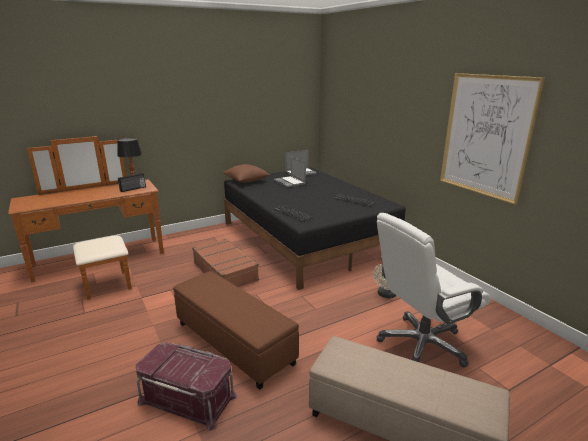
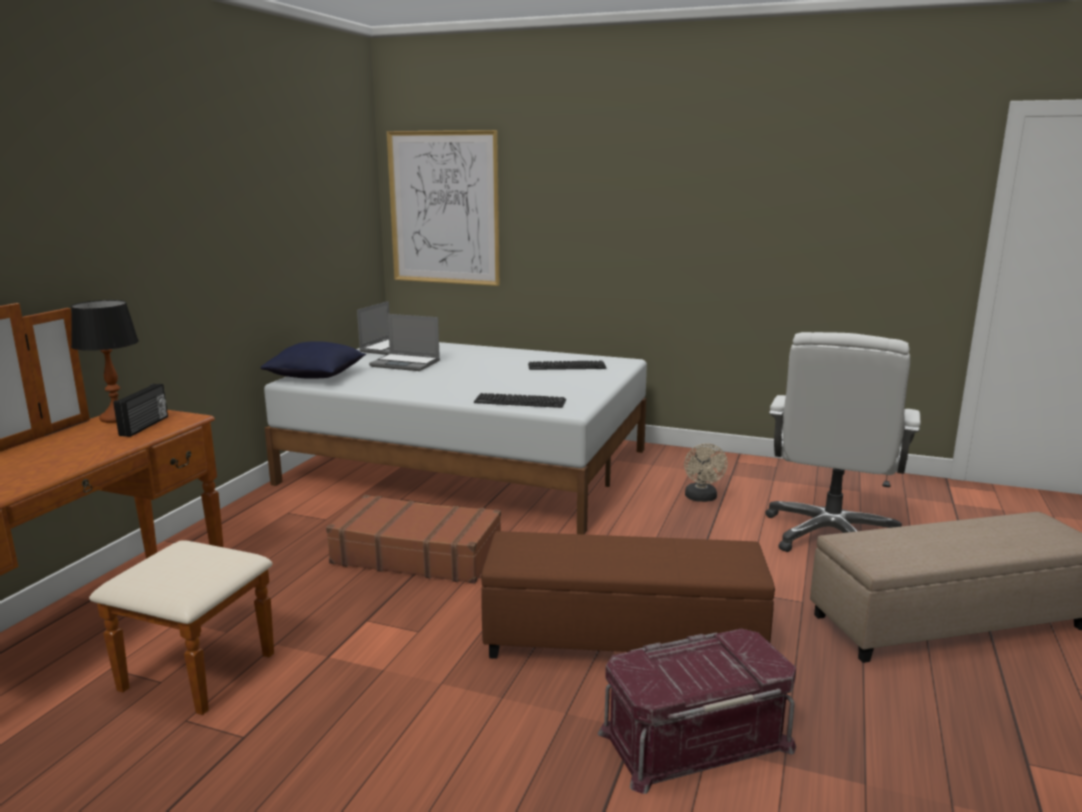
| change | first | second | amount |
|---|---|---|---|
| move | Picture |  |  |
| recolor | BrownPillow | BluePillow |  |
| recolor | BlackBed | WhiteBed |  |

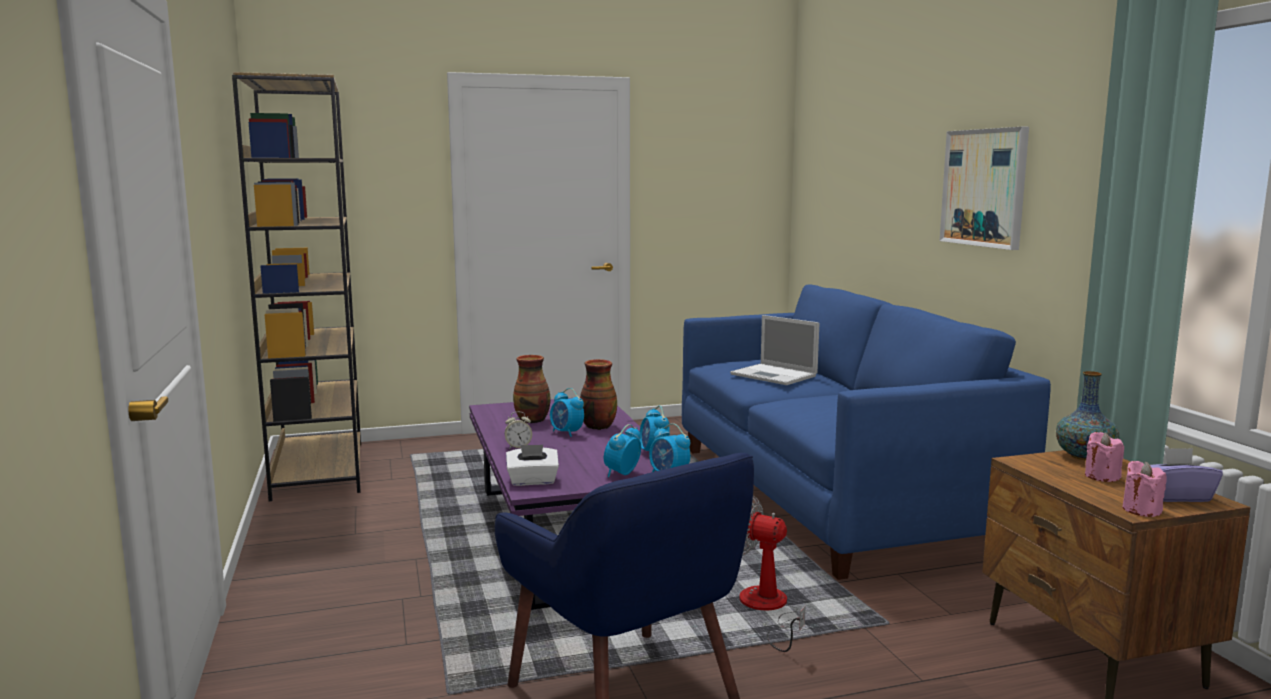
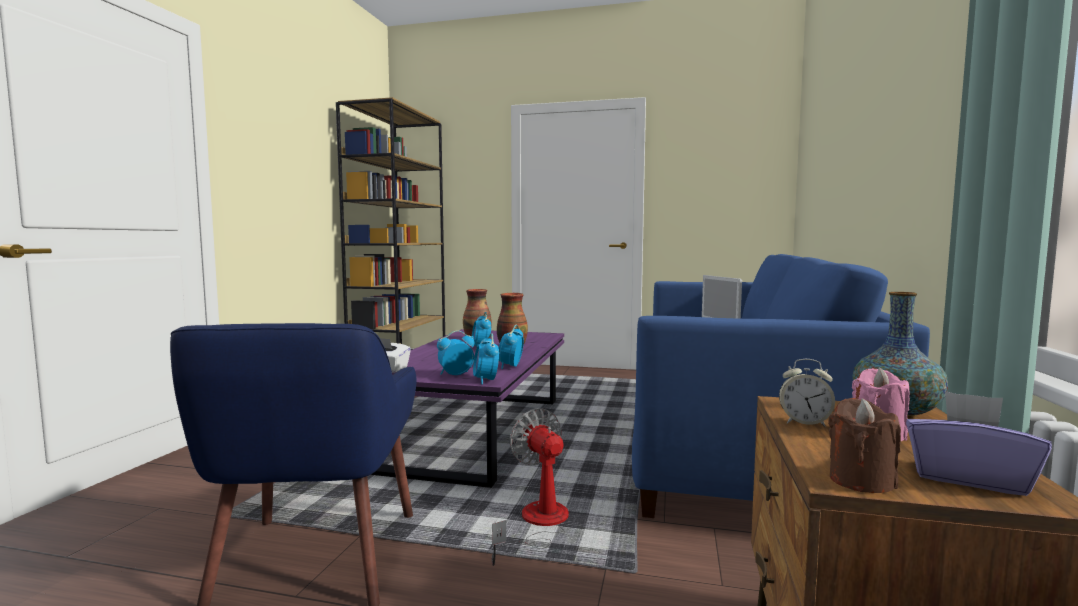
| change | first | second | amount |
|---|---|---|---|
| delete | Picture |  |  |
| move | AlarmClock (1st from left in the first image) | AlarmClock (5th from left) |  |
| recolor | PinkCandle (2nd from left) | BrownCandle |  |

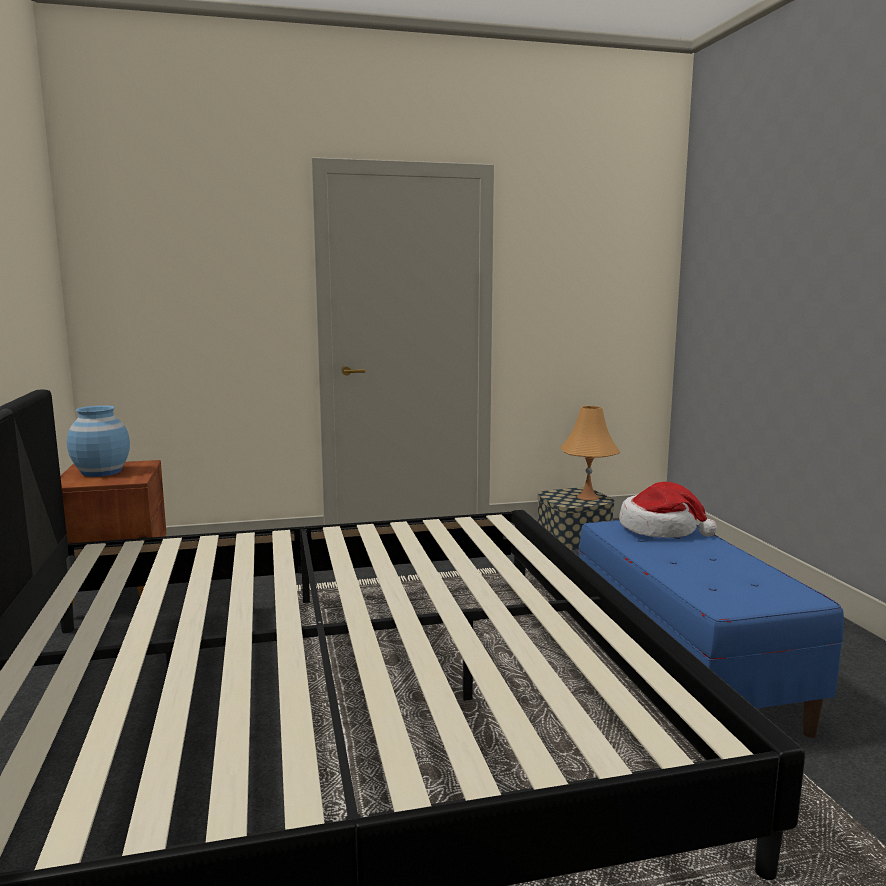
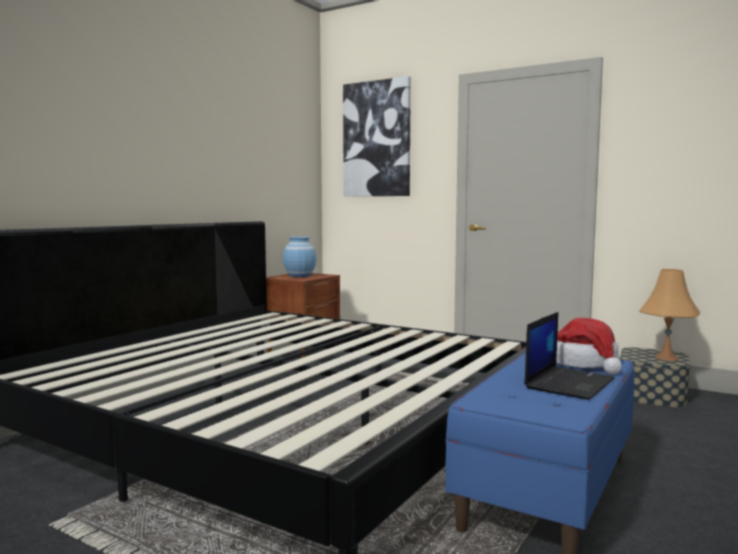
| change | first | second | amount |
|---|---|---|---|
| insert |  | Picture |  |
| insert |  | Laptop |  |

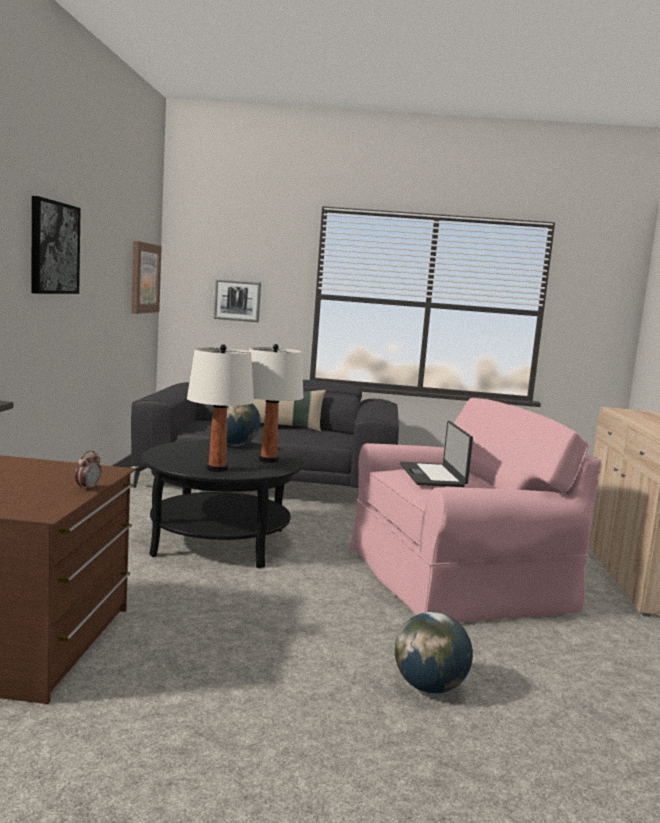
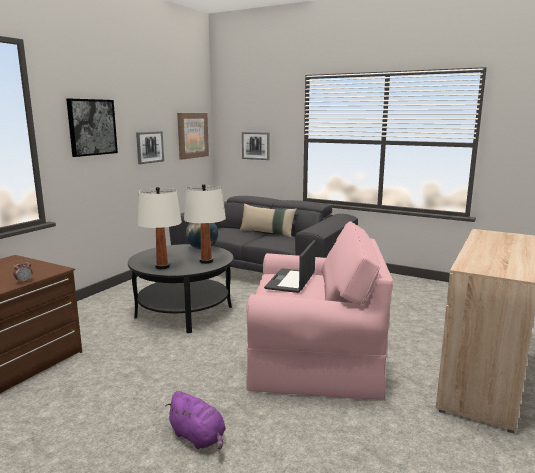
| change | first | second | amount |
|---|---|---|---|
| insert |  | Picture (2nd from left) |  |
| replace | Globe (2nd from left) | PurplePlushToy |  |

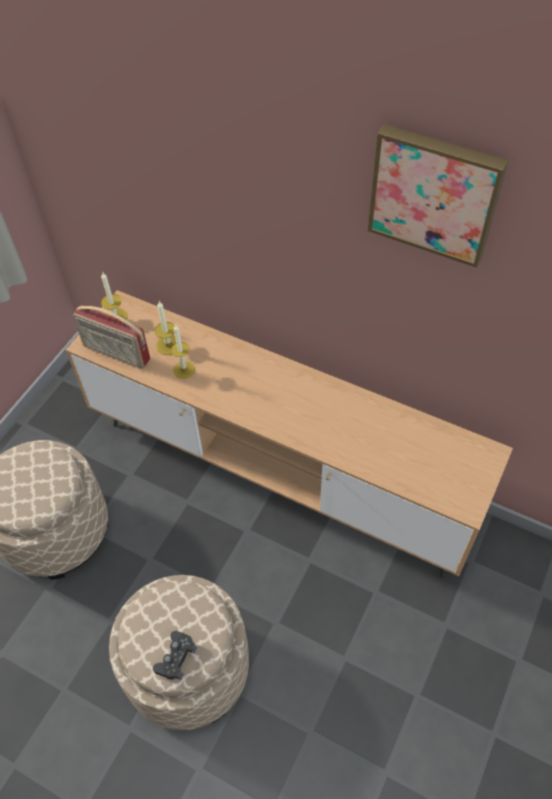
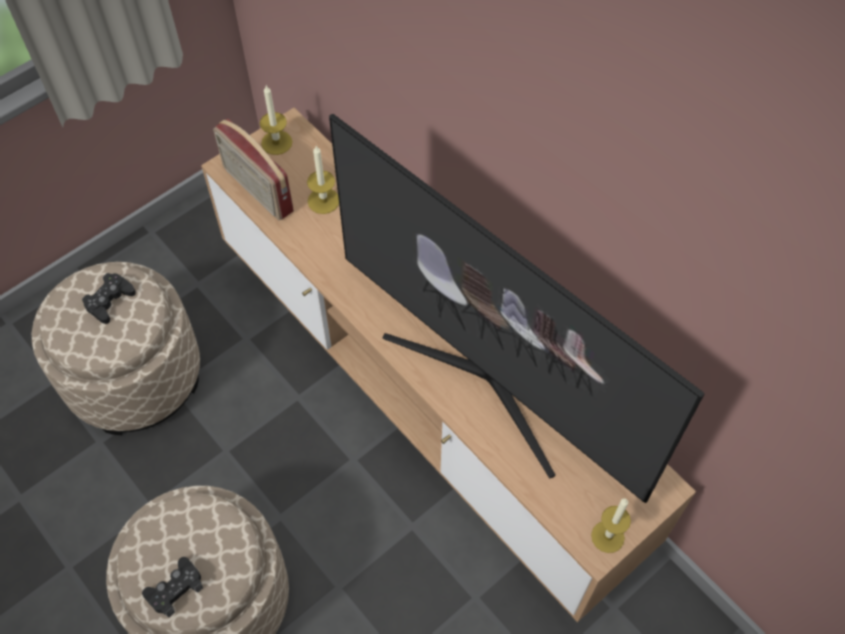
| change | first | second | amount |
|---|---|---|---|
| delete | Picture |  |  |
| insert |  | BlackGameController (1st from left) |  |
| insert |  | Television |  |
| move | Candle (3rd from left) |  |  |

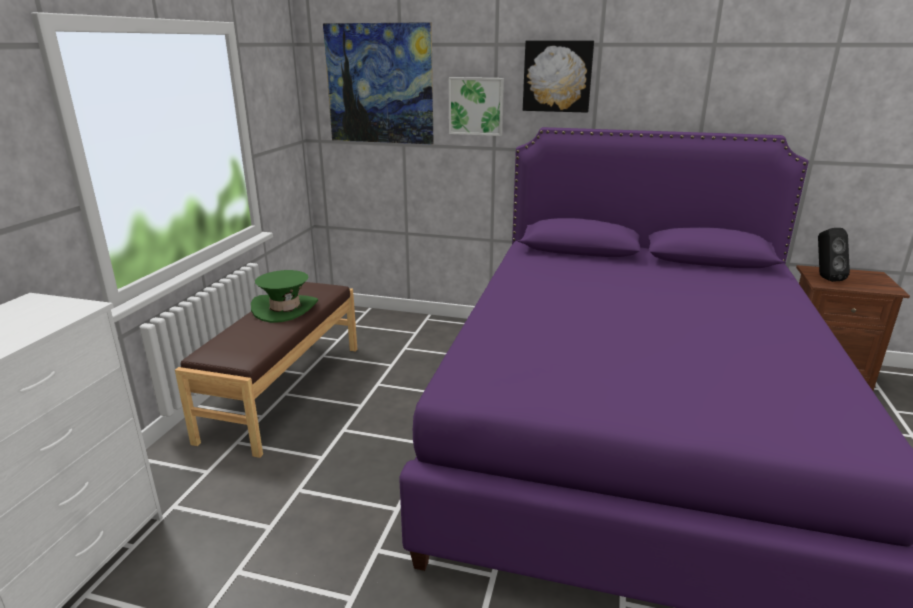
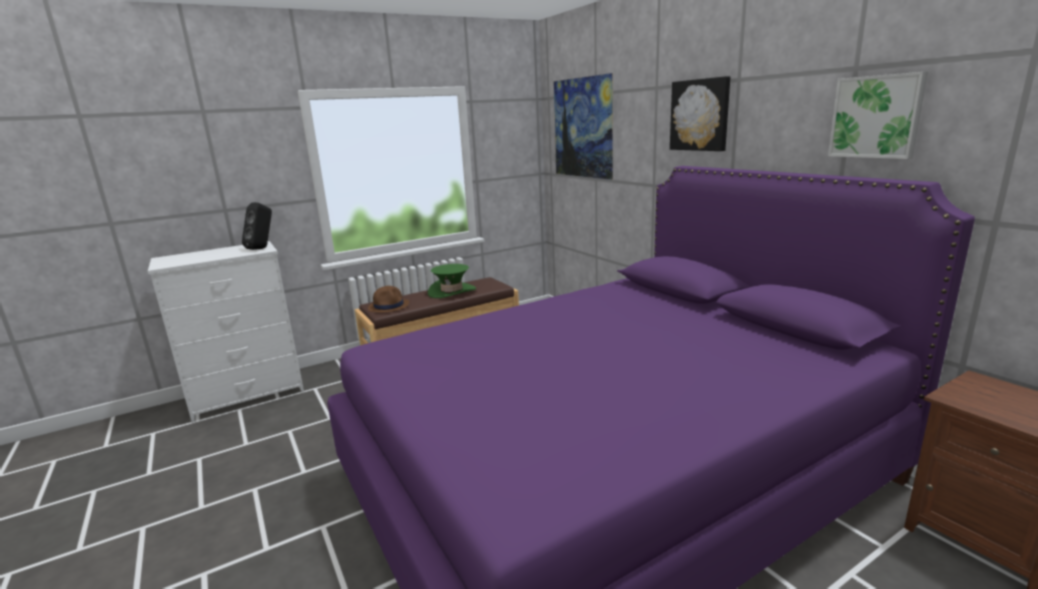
| change | first | second | amount |
|---|---|---|---|
| insert |  | BrownHat |  |
| move | Picture (2nd from left in the first image) | Picture (3rd from left) |  |
| move | BlackSpeaker |  |  |

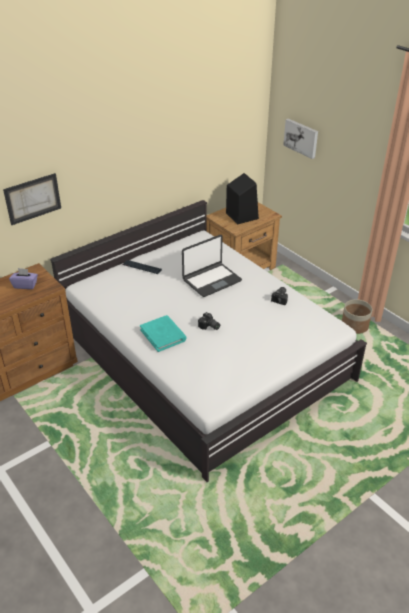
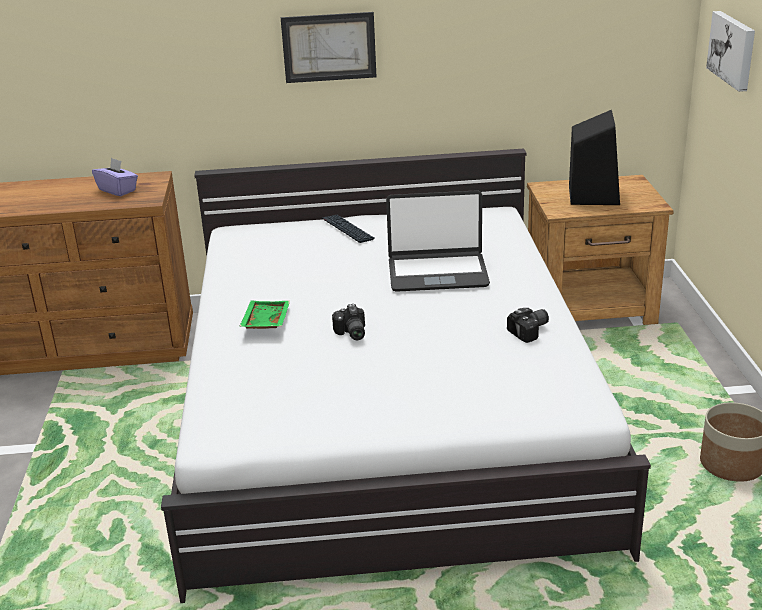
| change | first | second | amount |
|---|---|---|---|
| move | Picture (1st from left) |  |  |
| replace | TurquoiseBook | GreenTray |  |

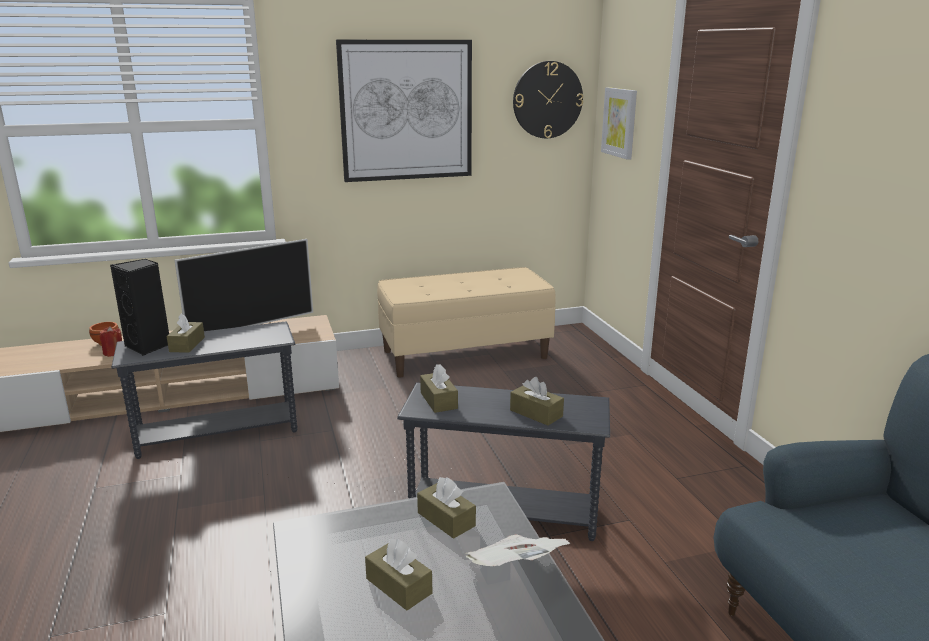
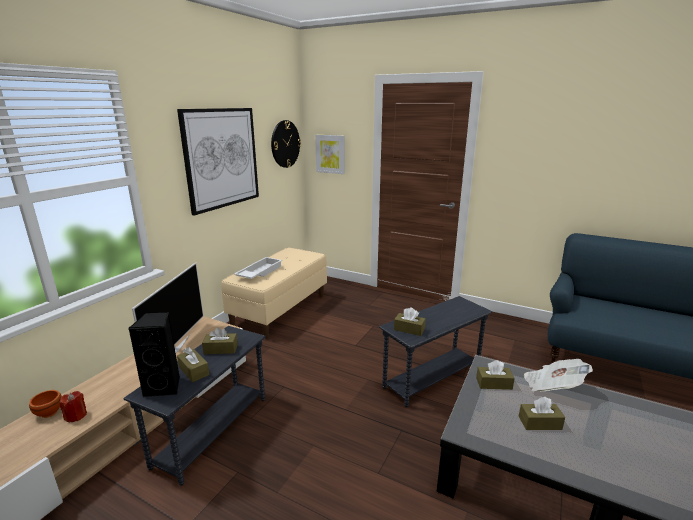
| change | first | second | amount |
|---|---|---|---|
| insert |  | WhiteTray |  |
| move | BrownTissueBox (5th from left in the first image) | BrownTissueBox (2nd from left) |  |

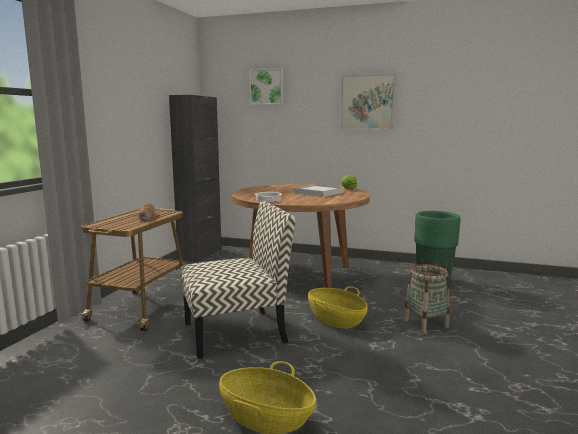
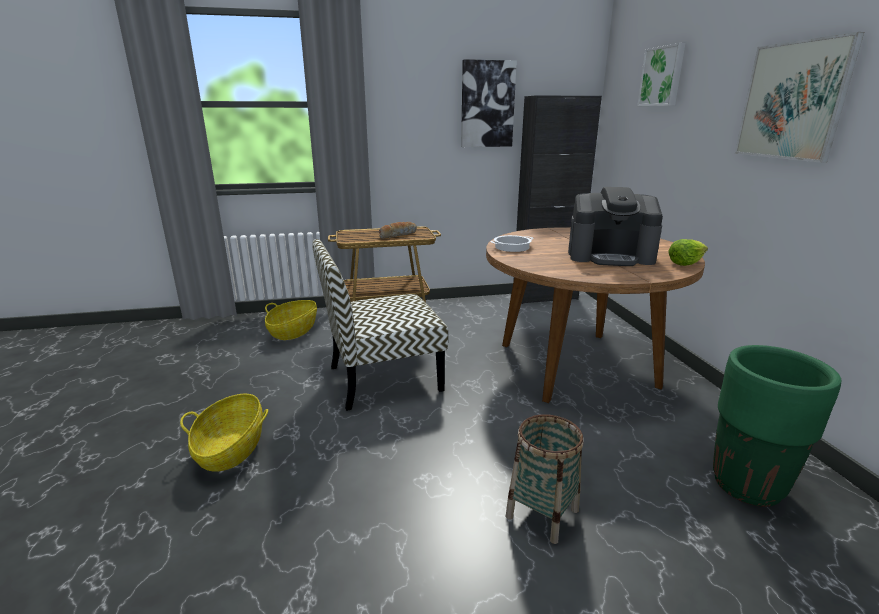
| change | first | second | amount |
|---|---|---|---|
| insert |  | Picture (1st from left) |  |
| move | Basket (2nd from left) |  |  |
| replace | WhiteTray | CoffeeMachine |  |
| rotate | Chair |  | 120 degrees clockwise |

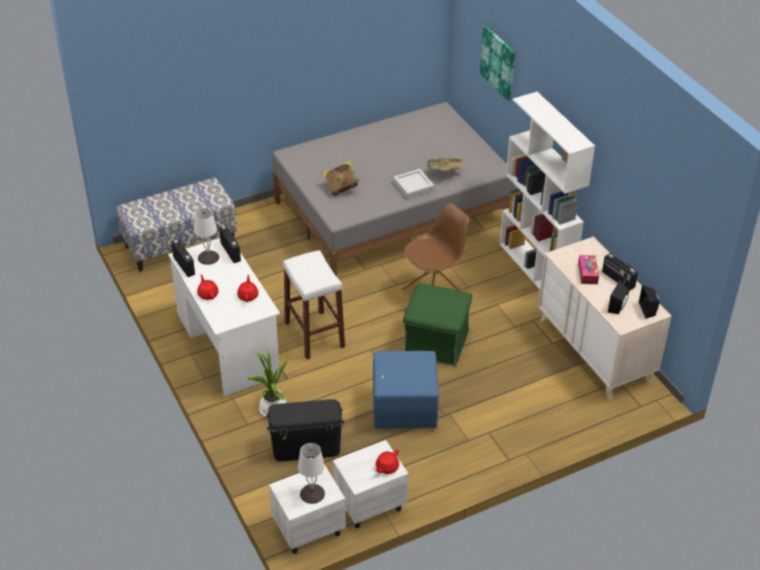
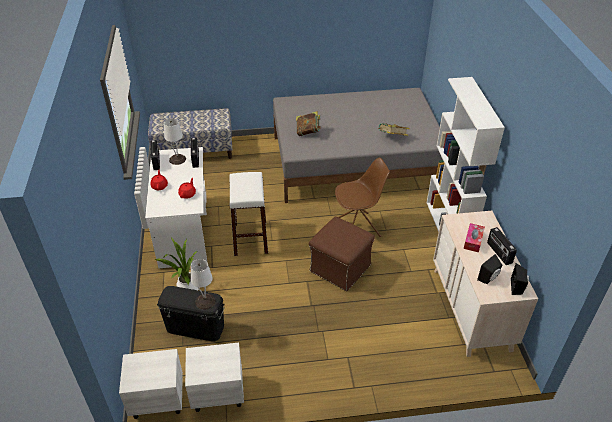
| change | first | second | amount |
|---|---|---|---|
| delete | BlueOttoman |  |  |
| delete | RedTeapot (3rd from left) |  |  |
| delete | GreyTray |  |  |
| delete | Picture |  |  |
| move | WhiteTableLamp (2nd from left) |  |  |
| recolor | GreenOttoman | BrownOttoman |  |

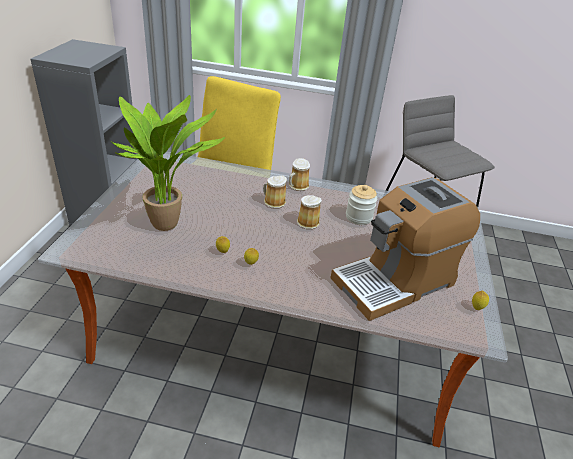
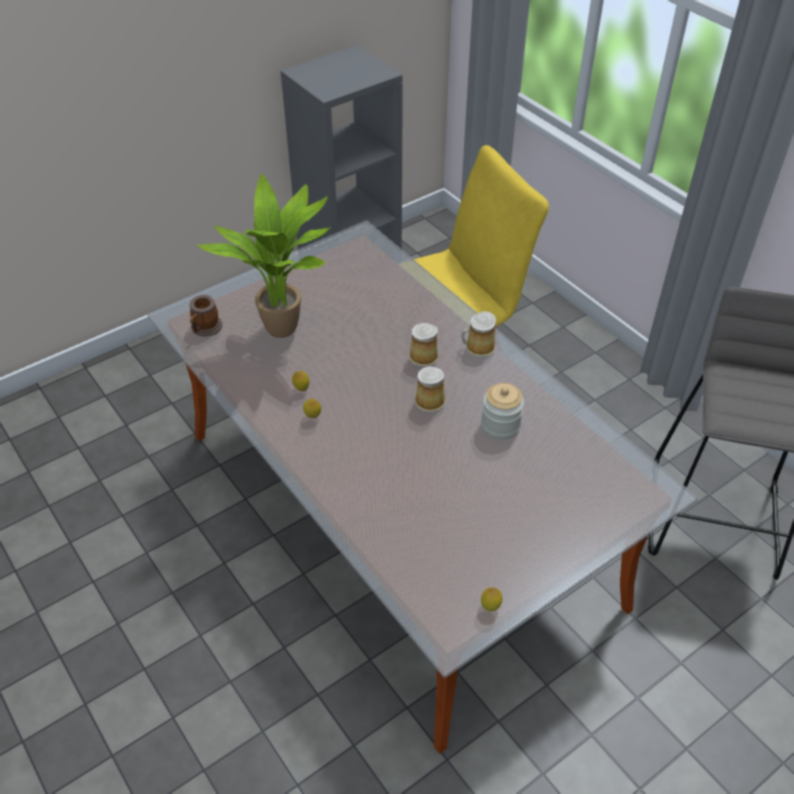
| change | first | second | amount |
|---|---|---|---|
| delete | CoffeeMachine |  |  |
| insert |  | Mug (1st from left) |  |

